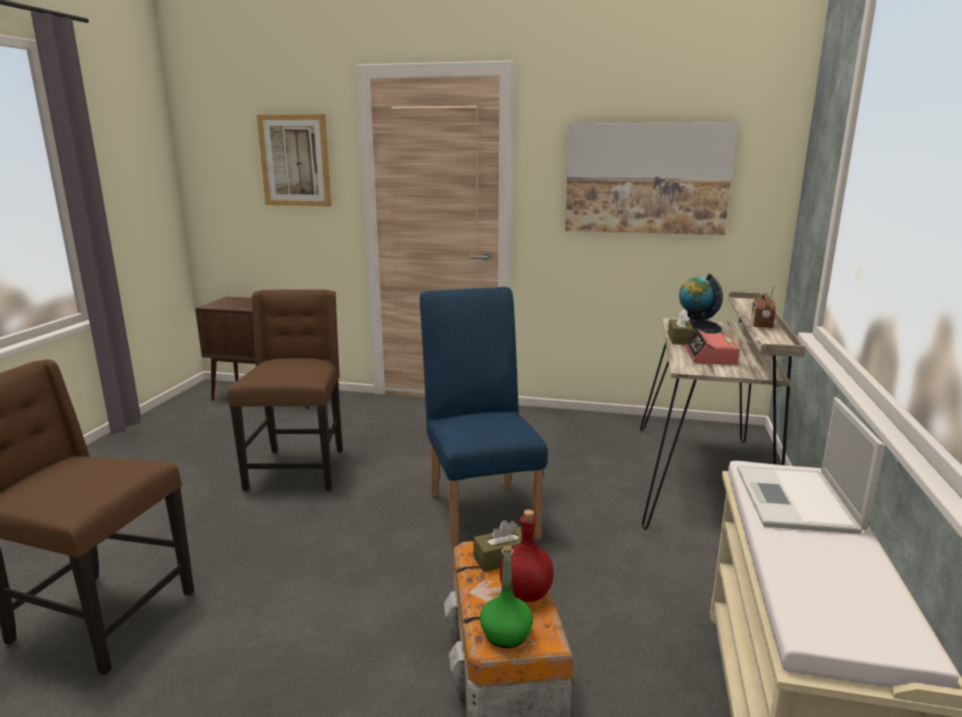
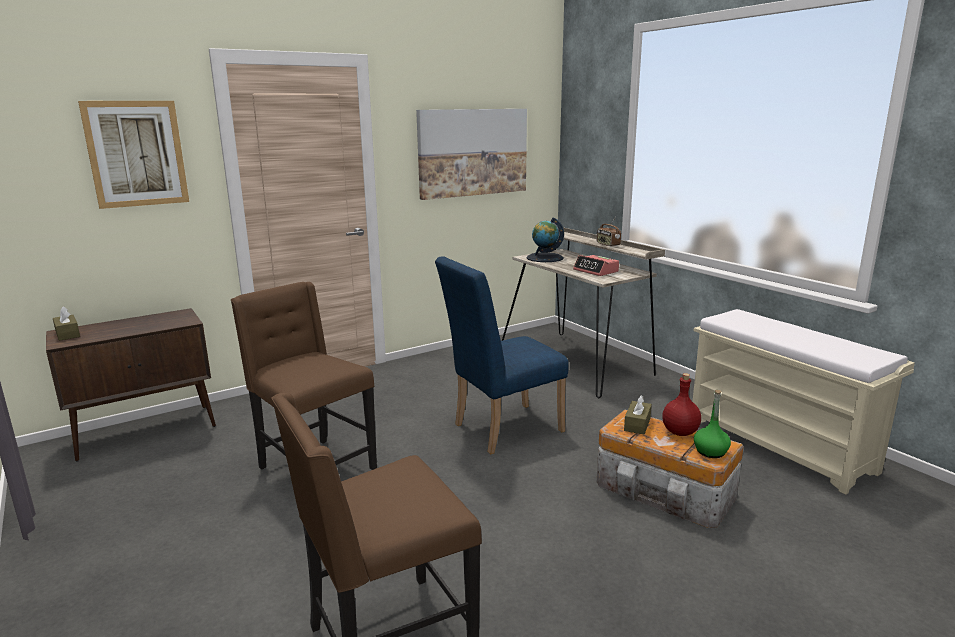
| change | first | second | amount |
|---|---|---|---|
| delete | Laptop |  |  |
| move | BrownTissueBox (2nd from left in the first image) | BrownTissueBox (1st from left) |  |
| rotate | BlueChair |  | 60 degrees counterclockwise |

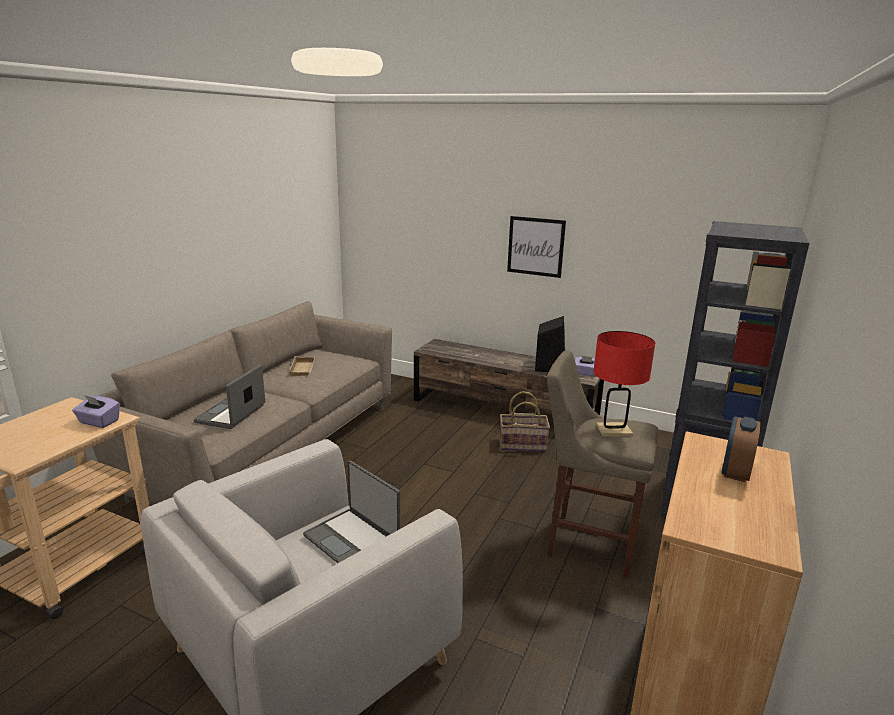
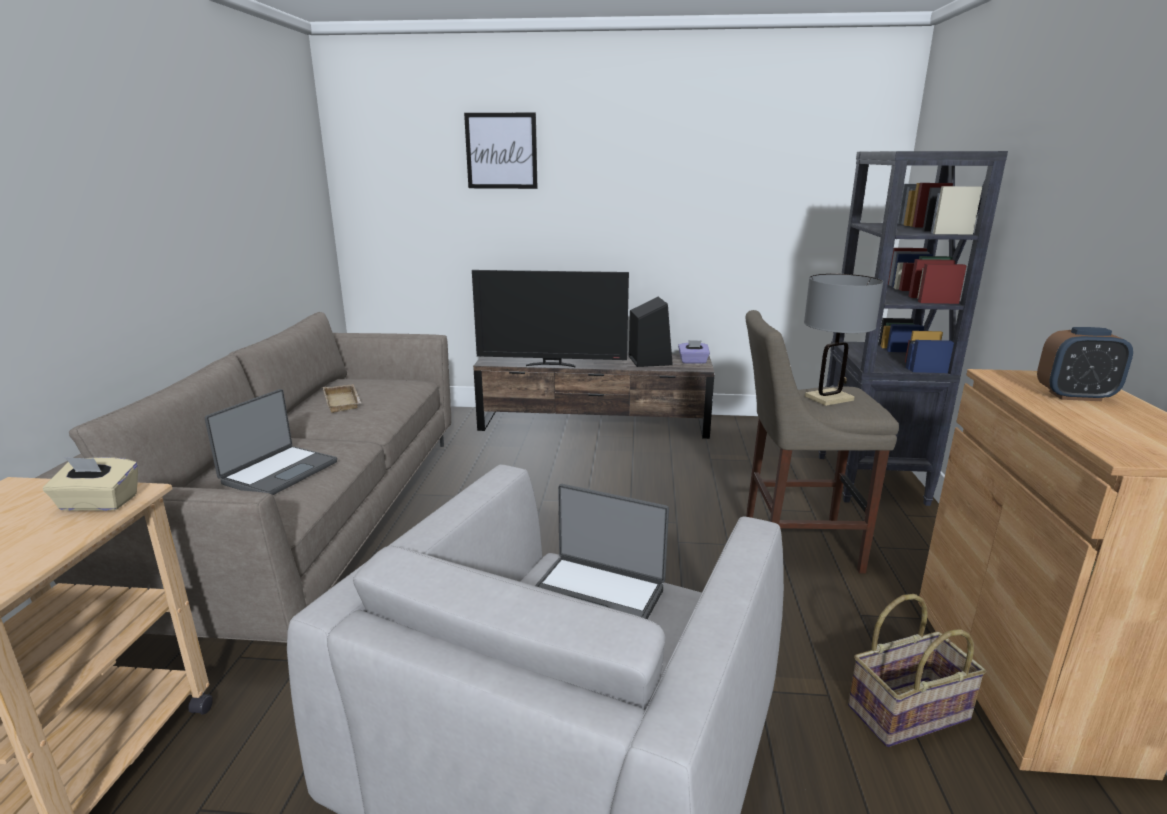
| change | first | second | amount |
|---|---|---|---|
| insert |  | Television |  |
| move | Basket |  |  |
| move | Picture |  |  |
| recolor | PurpleTissueBox (1st from left) | BeigeTissueBox |  |
| recolor | RedTableLamp | GreyTableLamp |  |
| rotate | Laptop (1st from left) |  | 150 degrees counterclockwise |
| rotate | AlarmClock |  | 90 degrees counterclockwise |

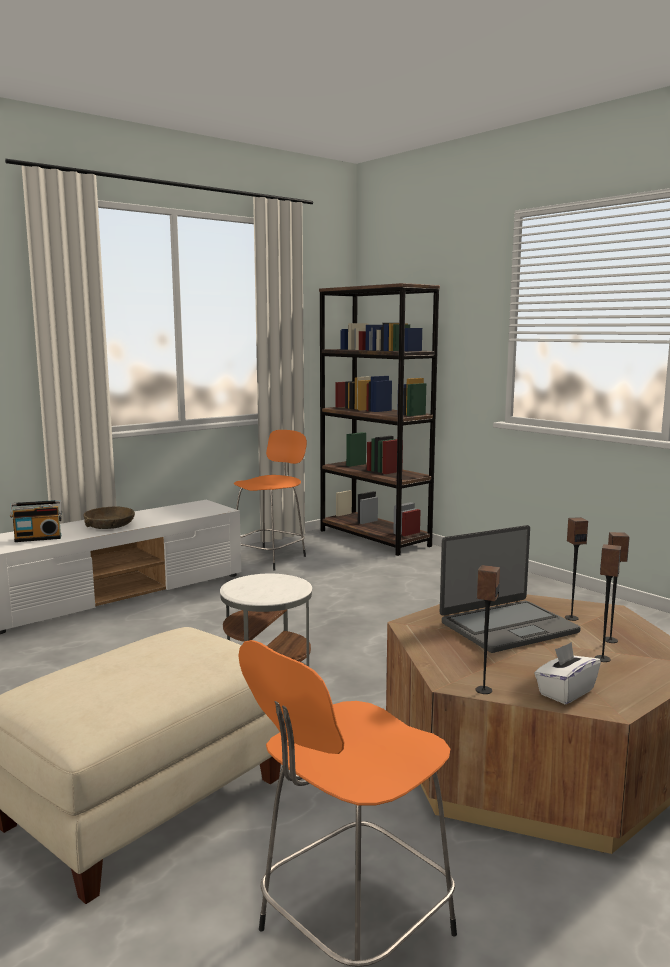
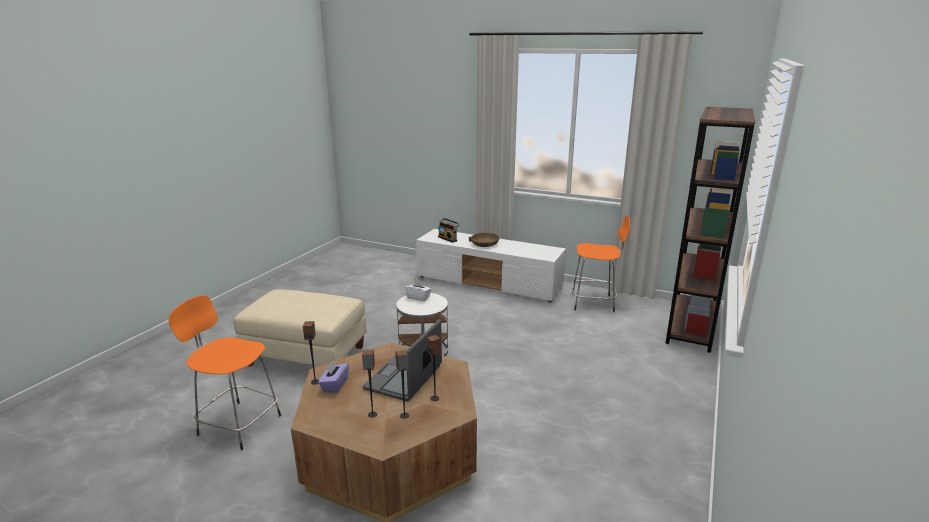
| change | first | second | amount |
|---|---|---|---|
| insert |  | PurpleTissueBox |  |
| move | WhiteTissueBox |  |  |
| rotate | Laptop |  | 75 degrees clockwise |

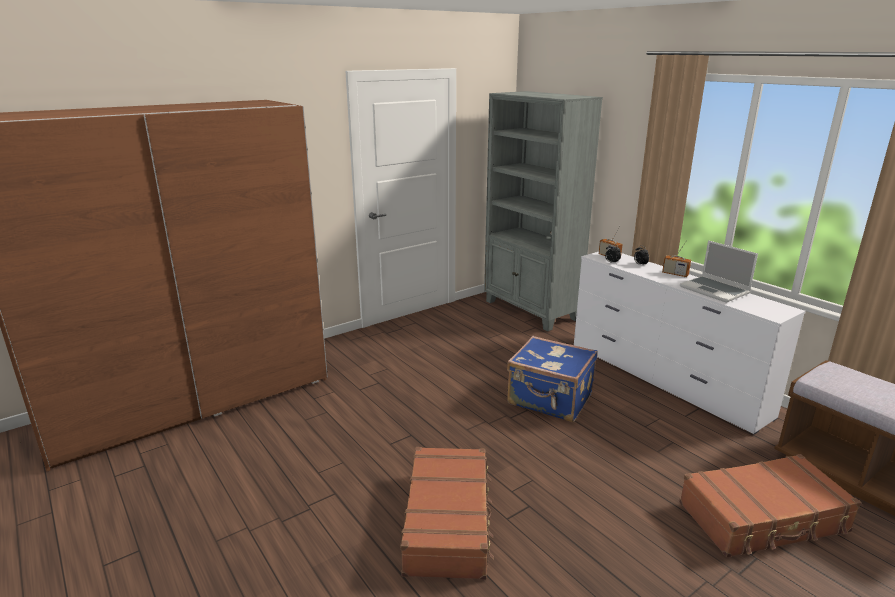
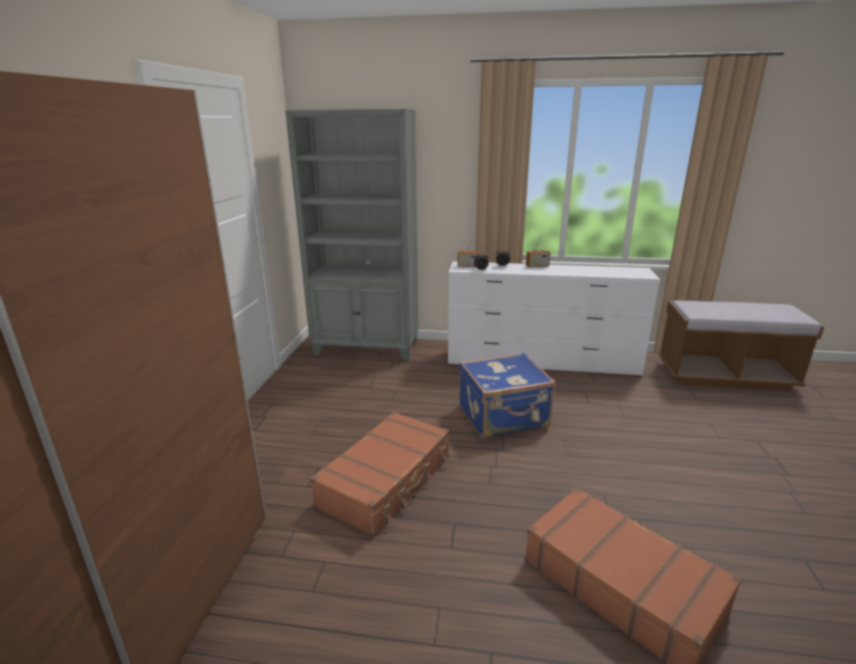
| change | first | second | amount |
|---|---|---|---|
| delete | Laptop |  |  |
| move | BrownSuitcase (2nd from left in the first image) | BrownSuitcase (1st from left) |  |

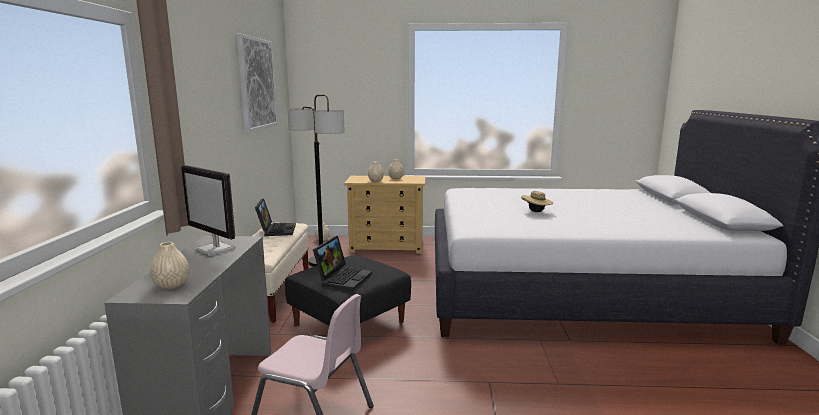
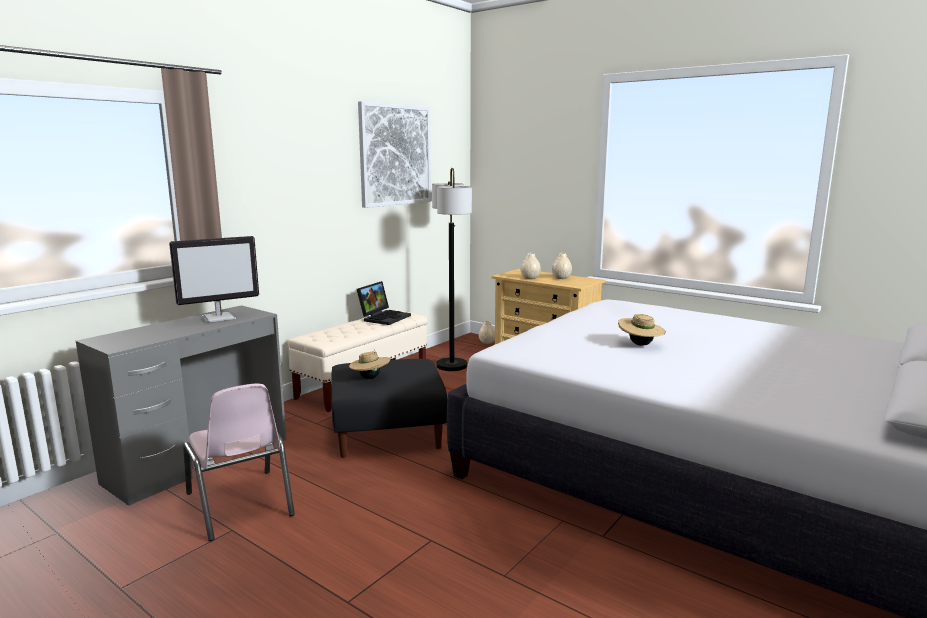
| change | first | second | amount |
|---|---|---|---|
| delete | BeigeVase (1st from left) |  |  |
| replace | Laptop (2nd from left) | BeigeHat (1st from left) |  |
| rotate | Monitor |  | 105 degrees counterclockwise |

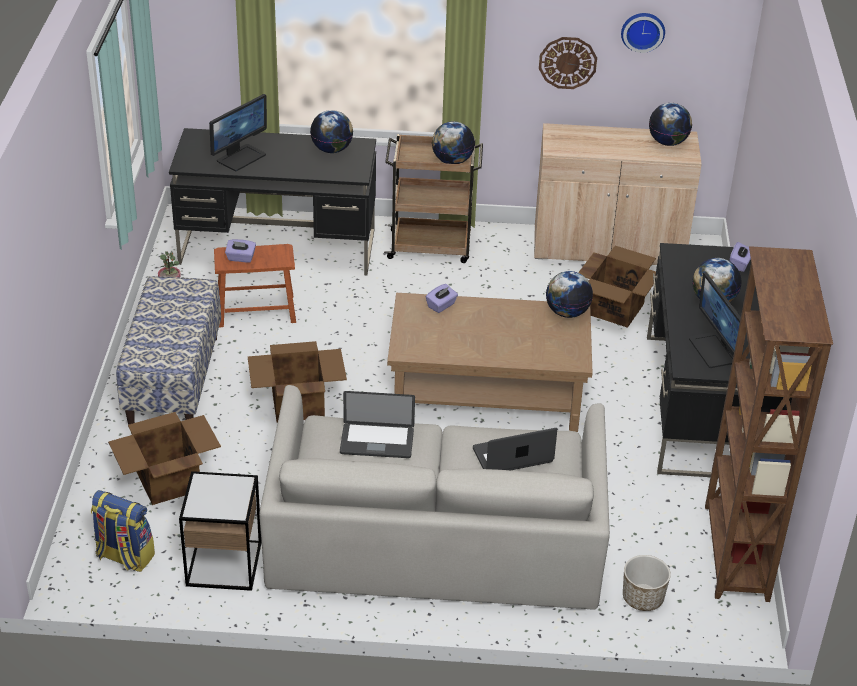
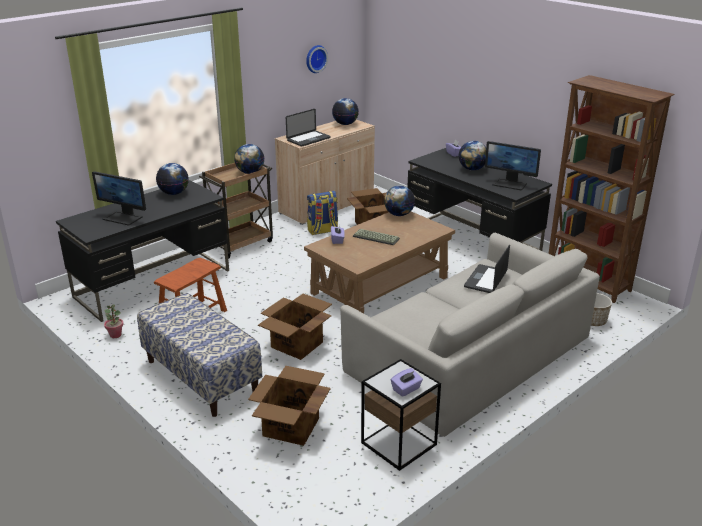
| change | first | second | amount |
|---|---|---|---|
| delete | WallClock (1st from left) |  |  |
| insert |  | Keyboard |  |
| move | Backpack |  |  |
| move | PurpleTissueBox (1st from left in the first image) | PurpleTissueBox (2nd from left) |  |
| move | Laptop (1st from left) |  |  |
| rotate | Monitor (1st from left) |  | 120 degrees clockwise |

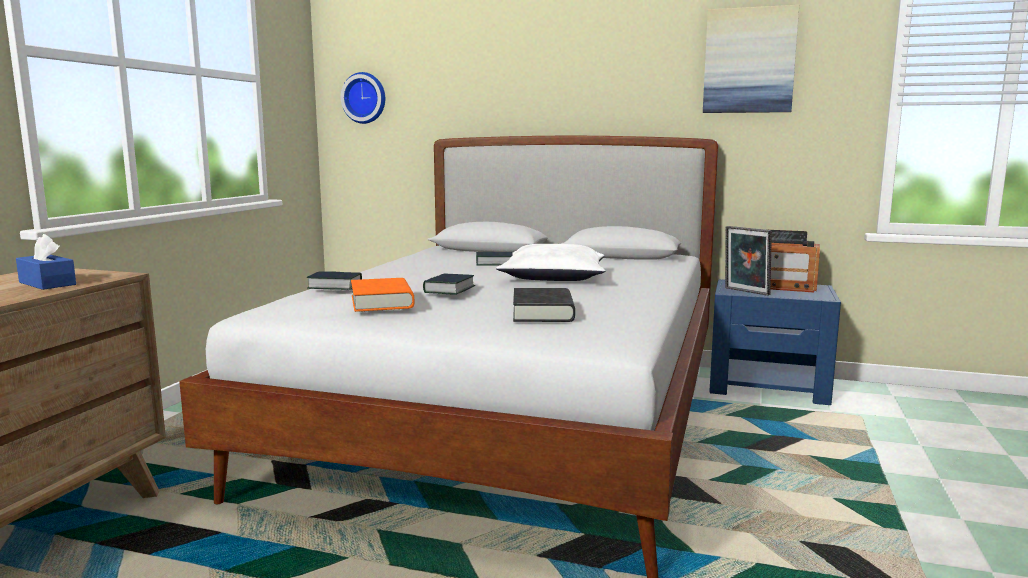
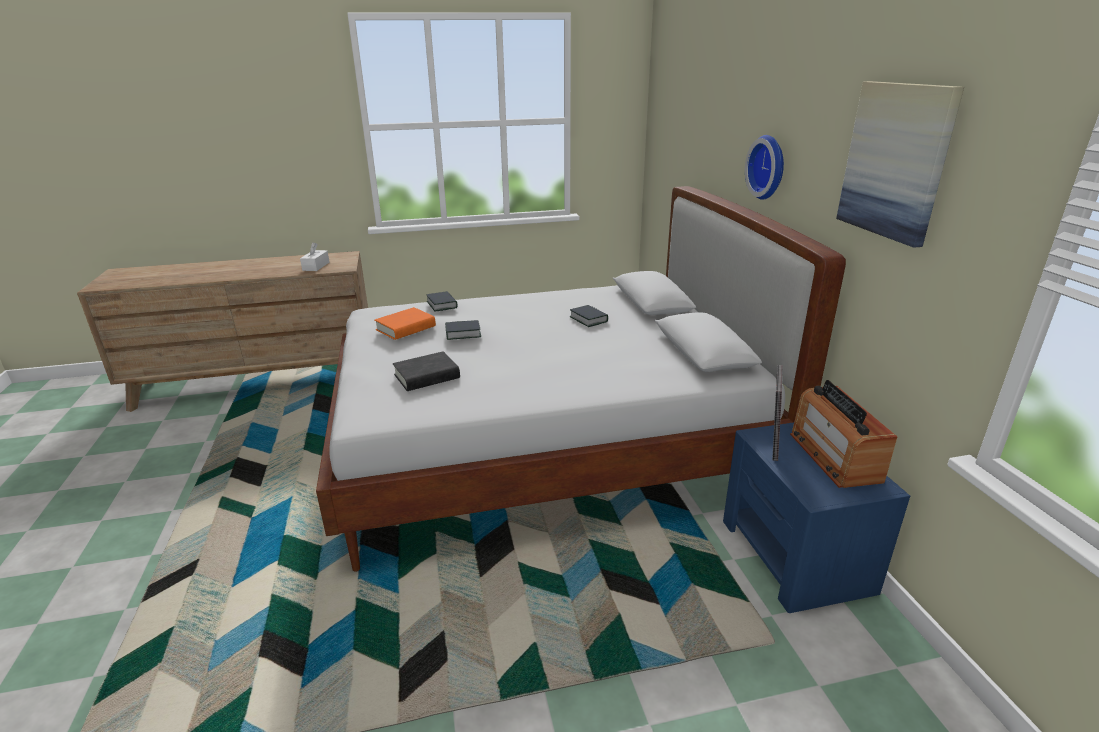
| change | first | second | amount |
|---|---|---|---|
| delete | WhitePillow |  |  |
| move | WallClock |  |  |
| recolor | BlueTissueBox | WhiteTissueBox |  |

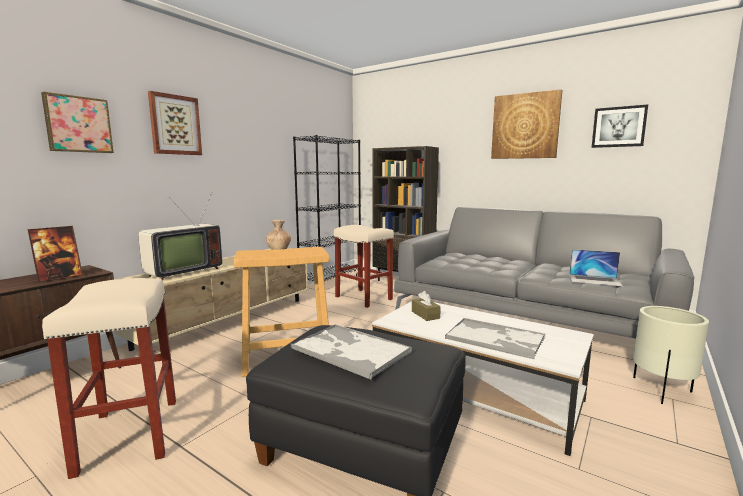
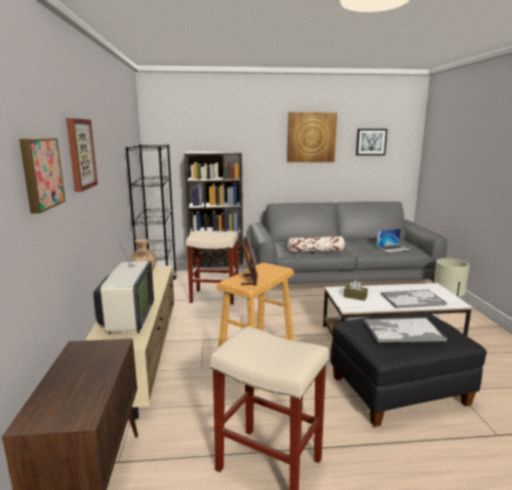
| change | first | second | amount |
|---|---|---|---|
| insert |  | Pillow |  |
| move | PictureFrame |  |  |

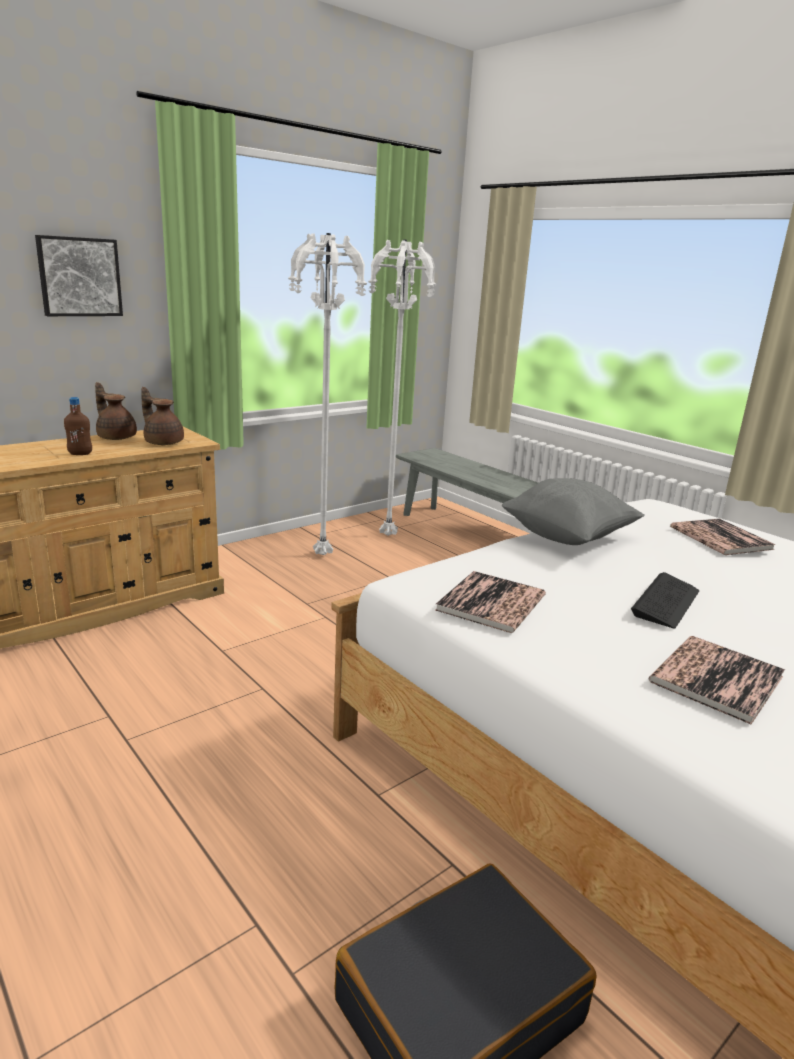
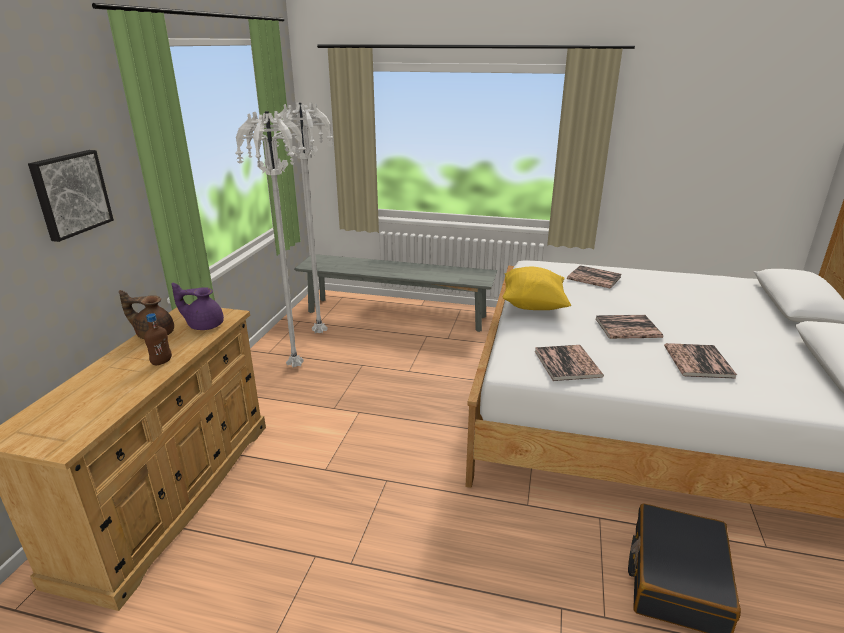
| change | first | second | amount |
|---|---|---|---|
| replace | Keyboard | Book (3rd from left) |  |
| recolor | BrownTeapot (2nd from left) | PurpleTeapot |  |
| recolor | GreyPillow | YellowPillow |  |

